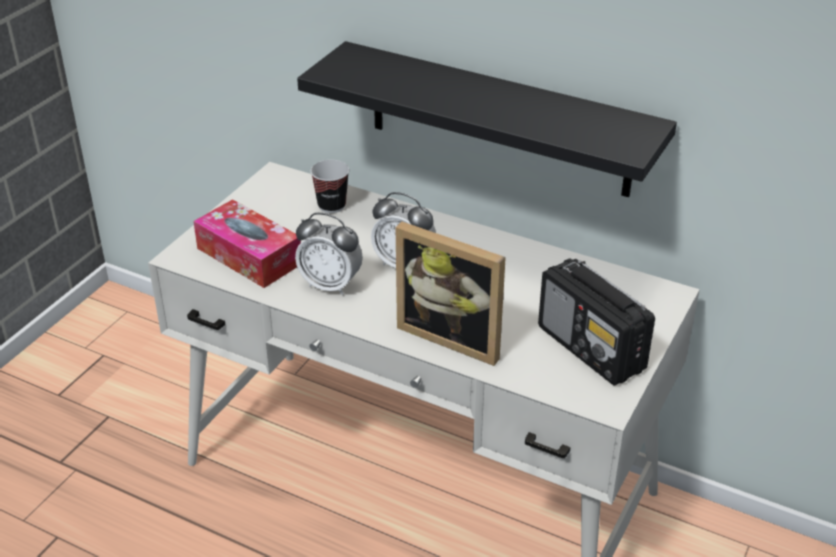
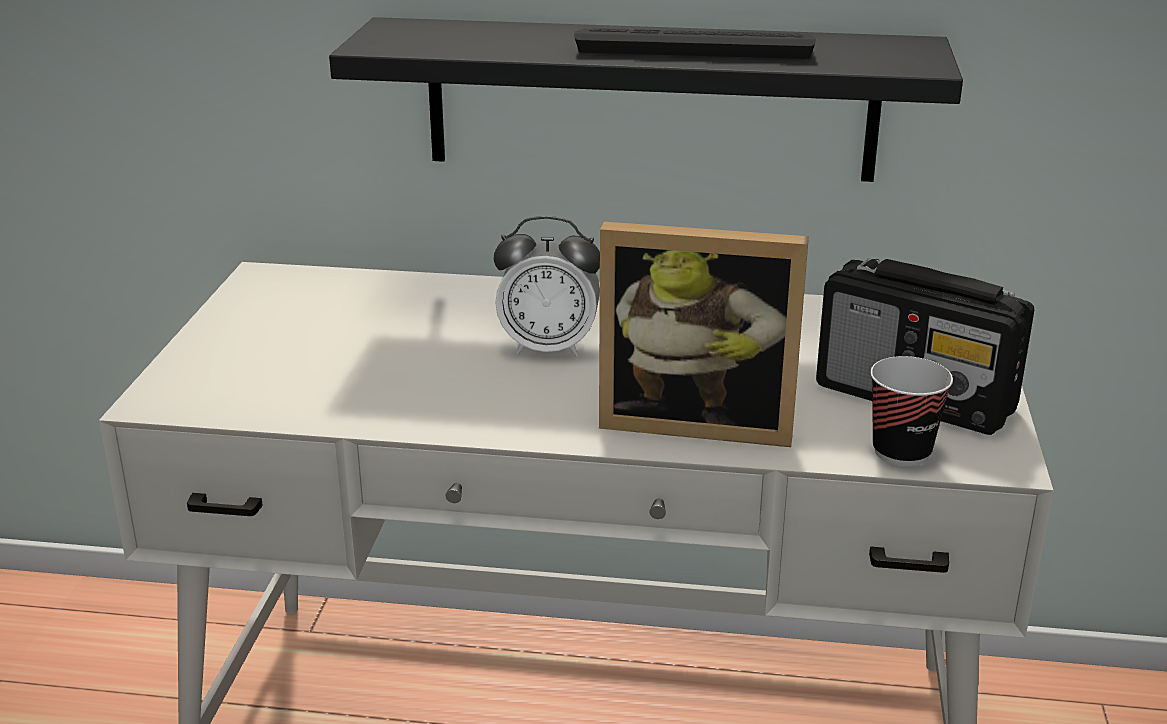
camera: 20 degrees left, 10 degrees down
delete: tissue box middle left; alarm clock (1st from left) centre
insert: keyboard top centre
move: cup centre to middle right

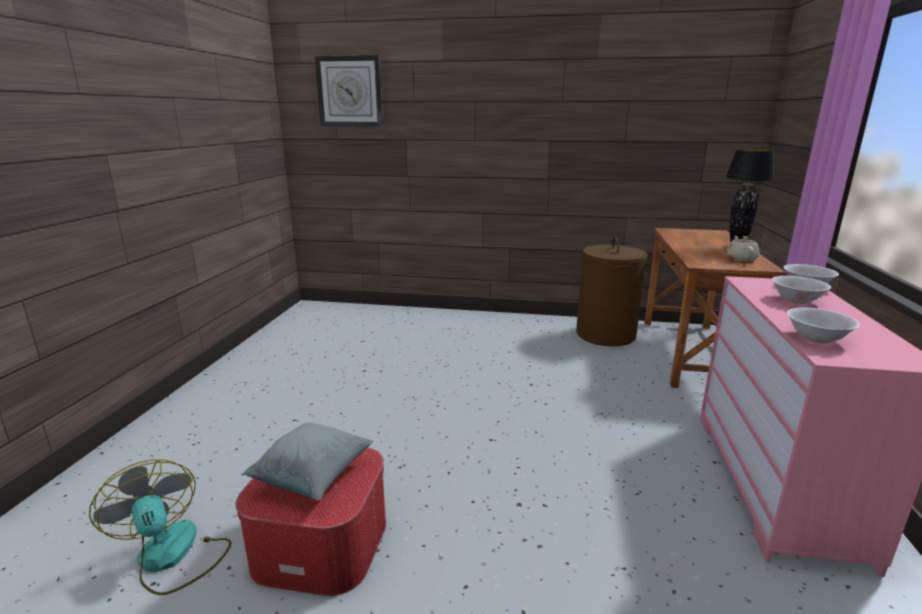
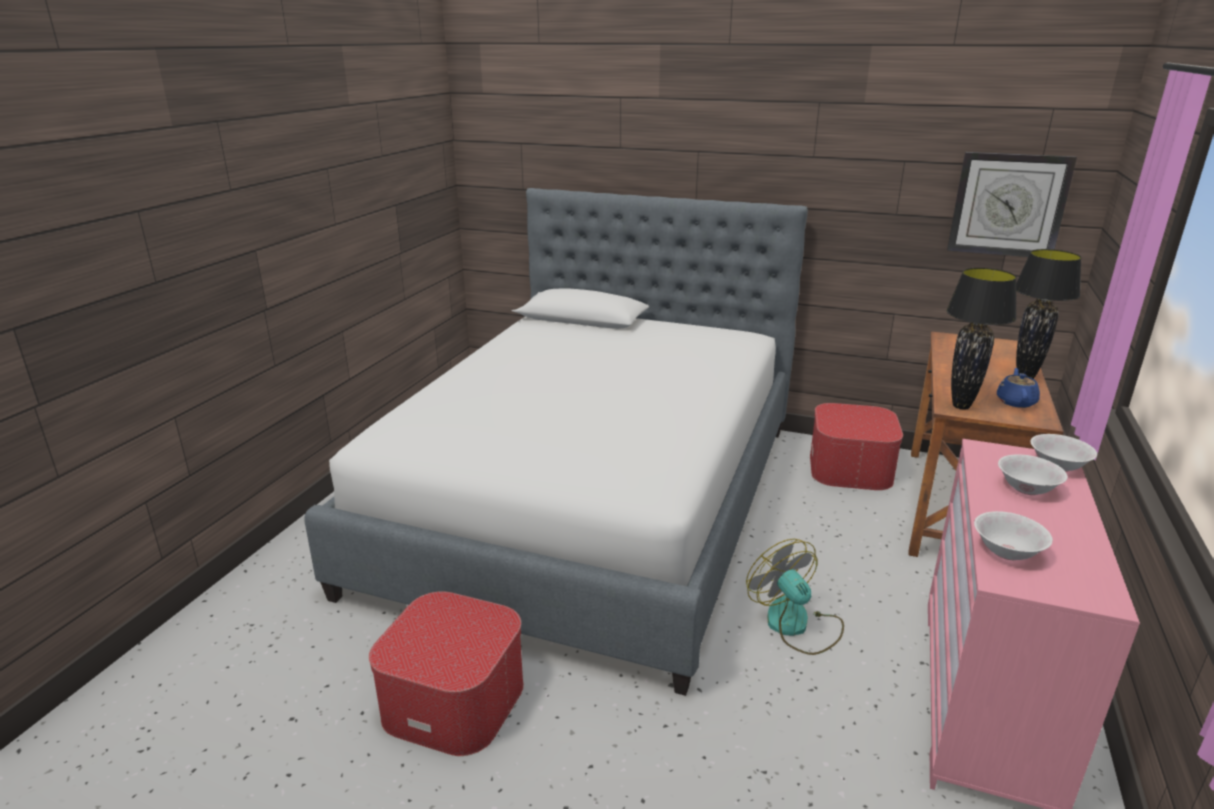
camera: 10 degrees right, 5 degrees up
delete: pillow (grey) bottom centre
insert: bed centre; table lamp (black) (1st from left) middle right
move: wall clock top centre to top right; fan bottom left to bottom centre
replace: laundry basket (brown) centre to ottoman (2nd from left) middle right
recolor: teapot (beige) middle right to teapot (blue) middle right

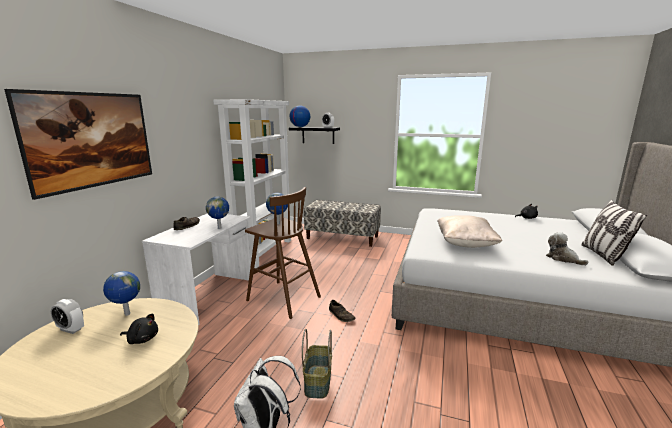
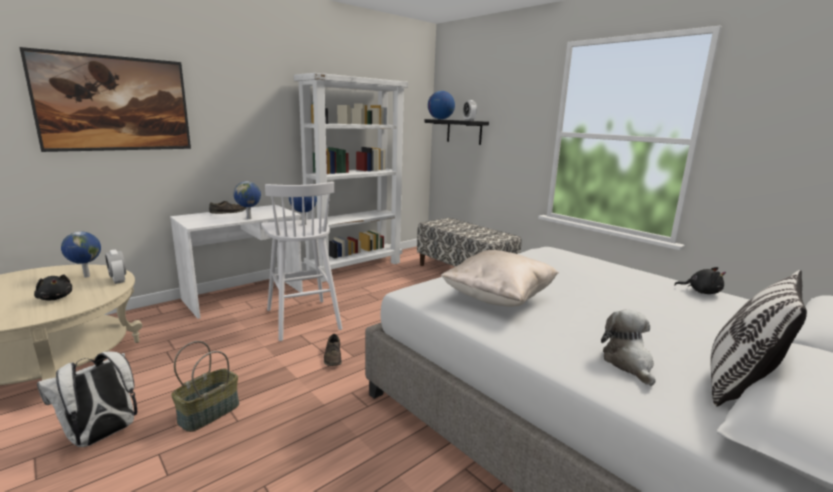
camera: 30 degrees right, 0 degrees up
move: alarm clock (1st from left) bottom left to middle left
recolor: stool (brown) centre to stool (white) centre

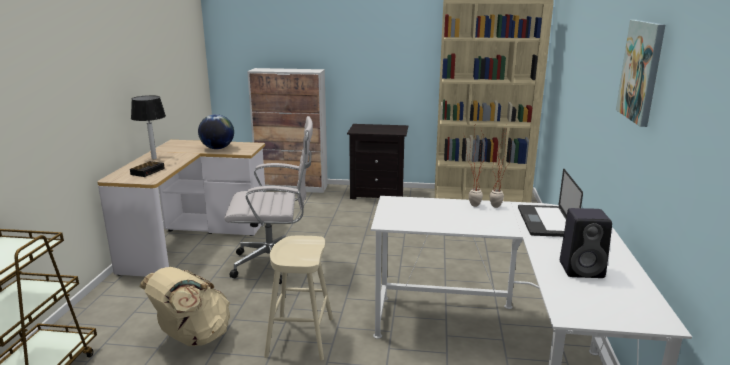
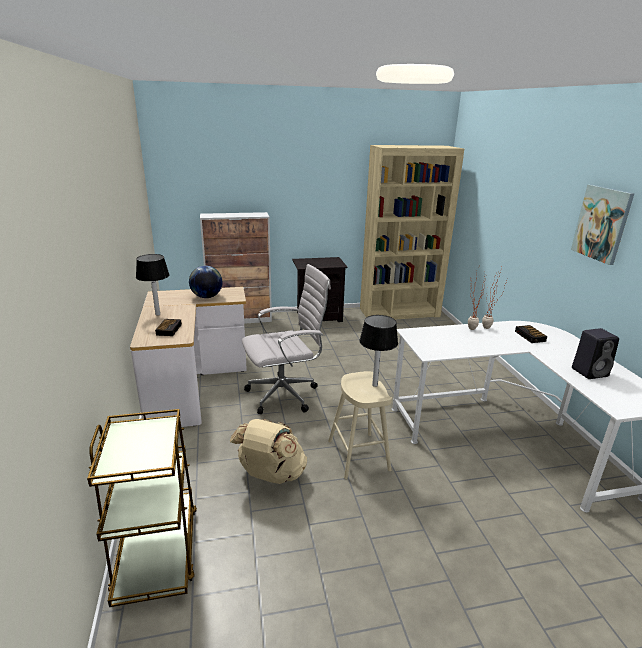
camera: 20 degrees left, 5 degrees up
insert: table lamp (2nd from left) centre
replace: laptop middle right to alarm clock (2nd from left) middle right

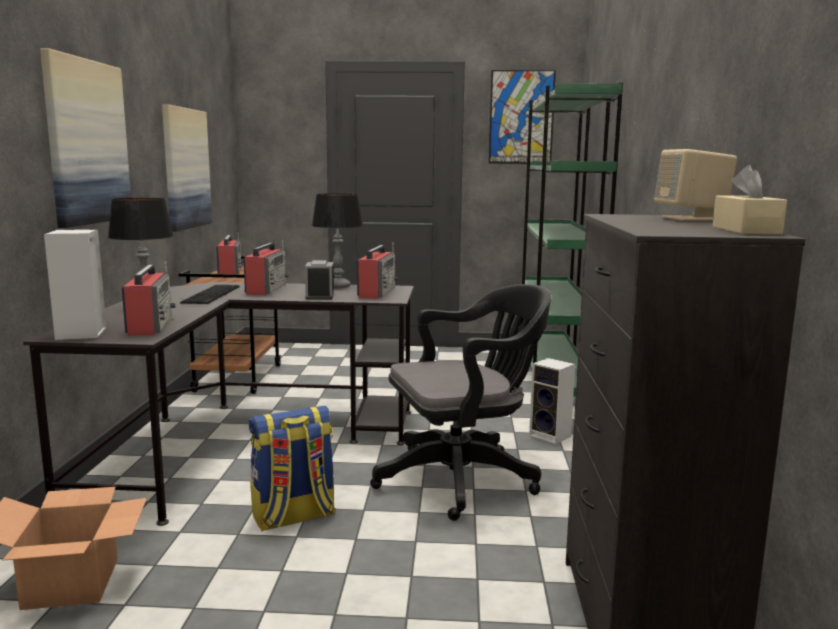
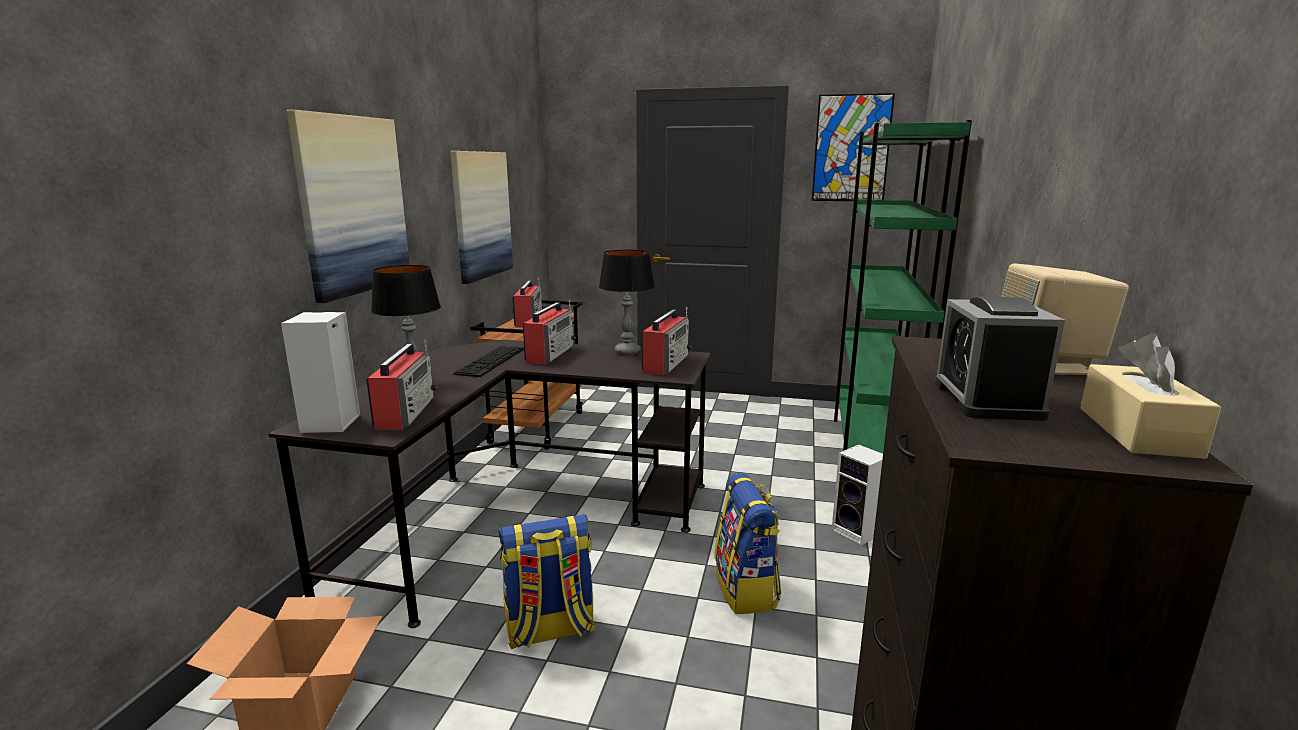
camera: 10 degrees right, 5 degrees up
move: alarm clock centre to middle right
replace: office chair (black) centre to backpack (2nd from left) bottom centre

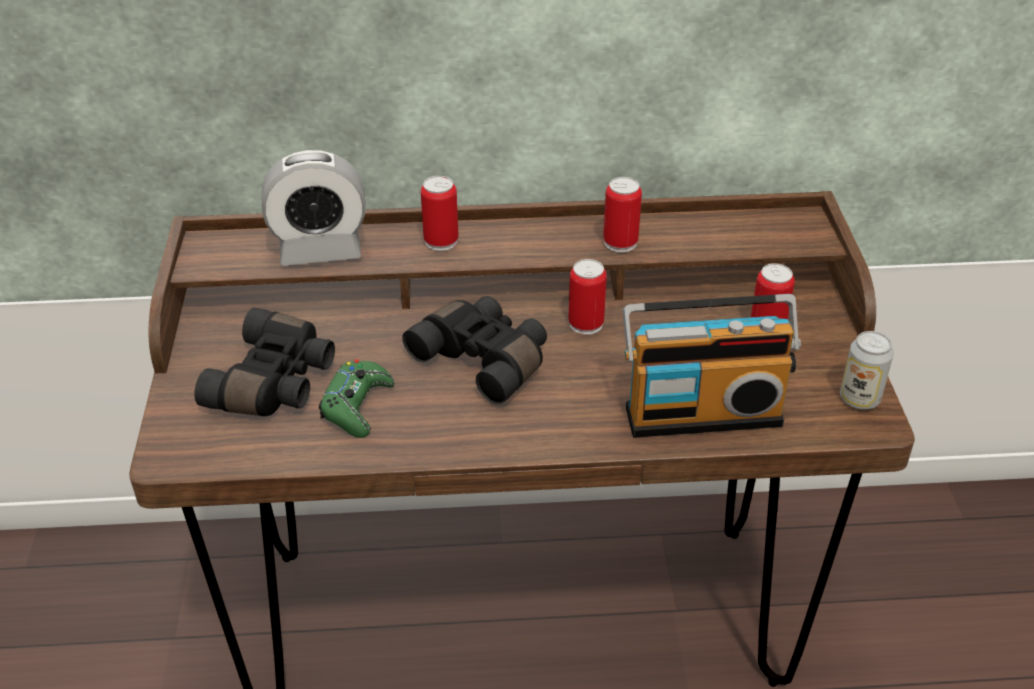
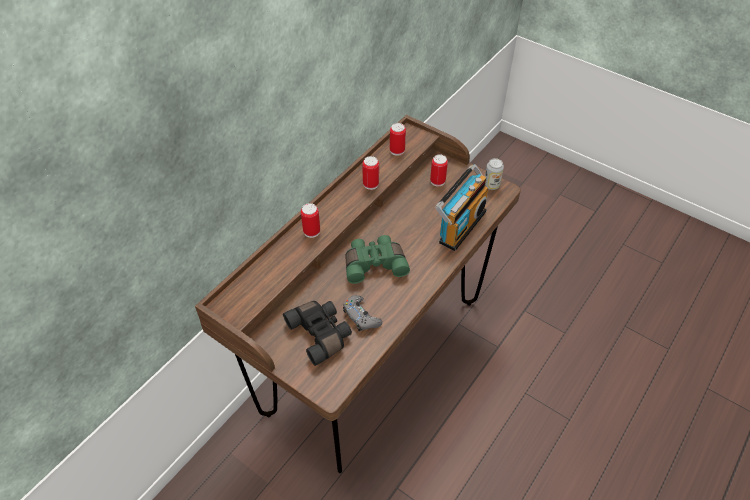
camera: 50 degrees left, 10 degrees up
delete: alarm clock top left
move: can (2nd from left in the first image) centre to can (3rd from left) top centre
recolor: binoculars (black) (2nd from left) centre to binoculars (green) centre; game controller (green) centre to game controller (grey) centre

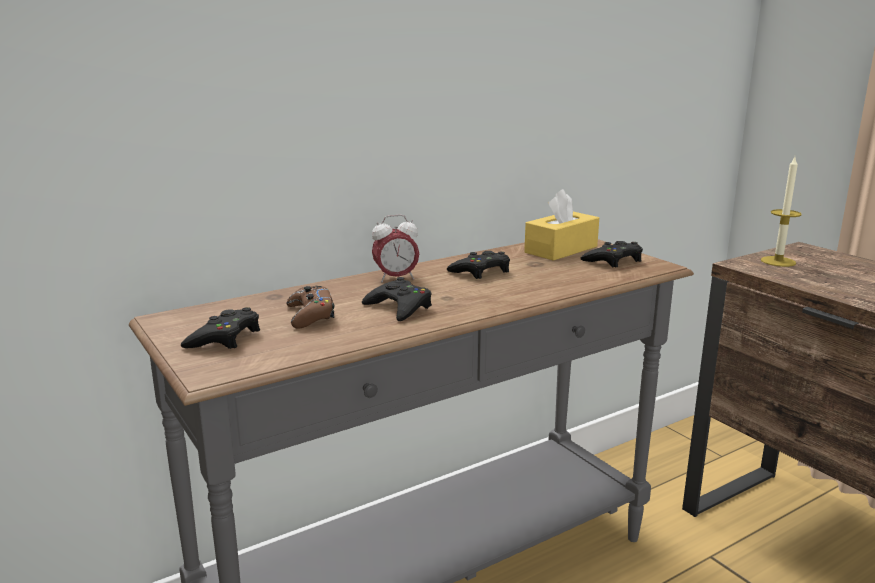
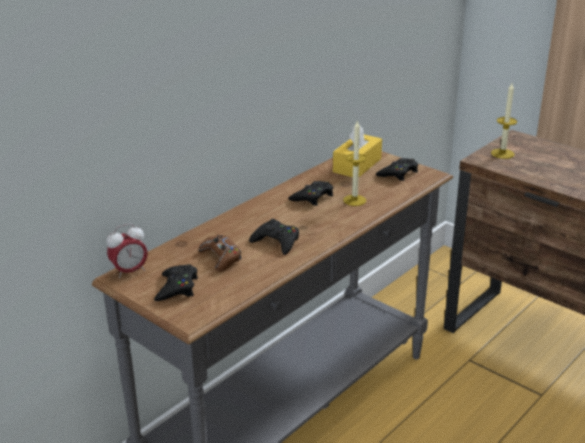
camera: 15 degrees left, 10 degrees up
insert: candle (1st from left) centre
move: alarm clock centre to middle left

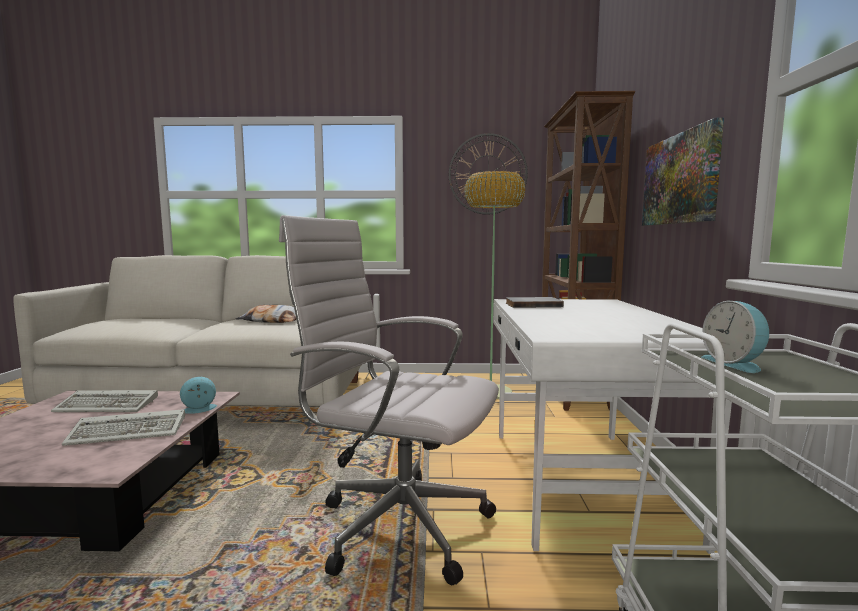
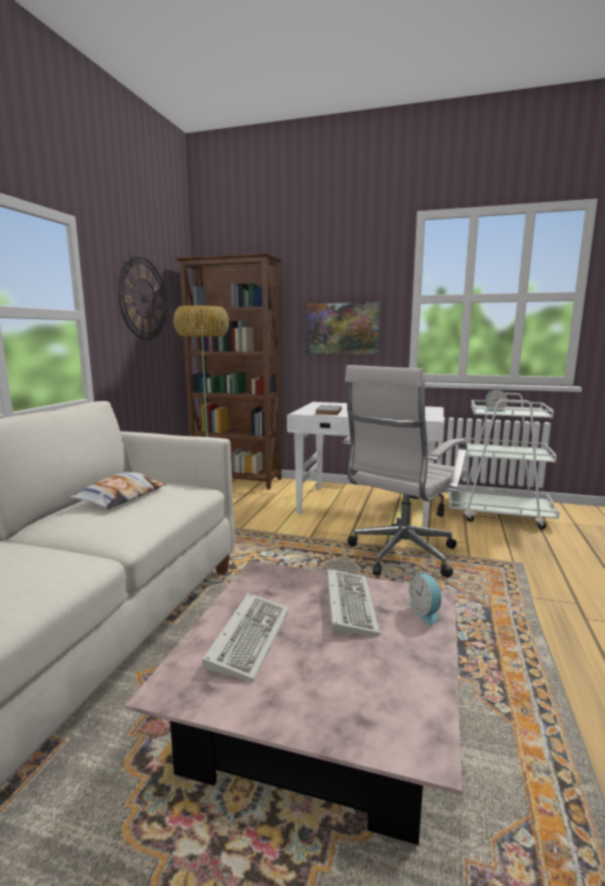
camera: 75 degrees left, 5 degrees up
move: alarm clock (1st from left) middle left to bottom right

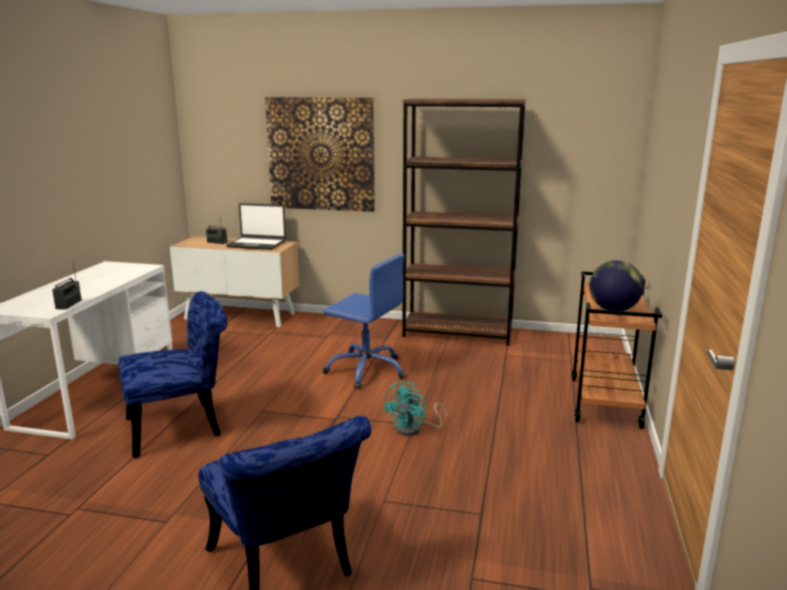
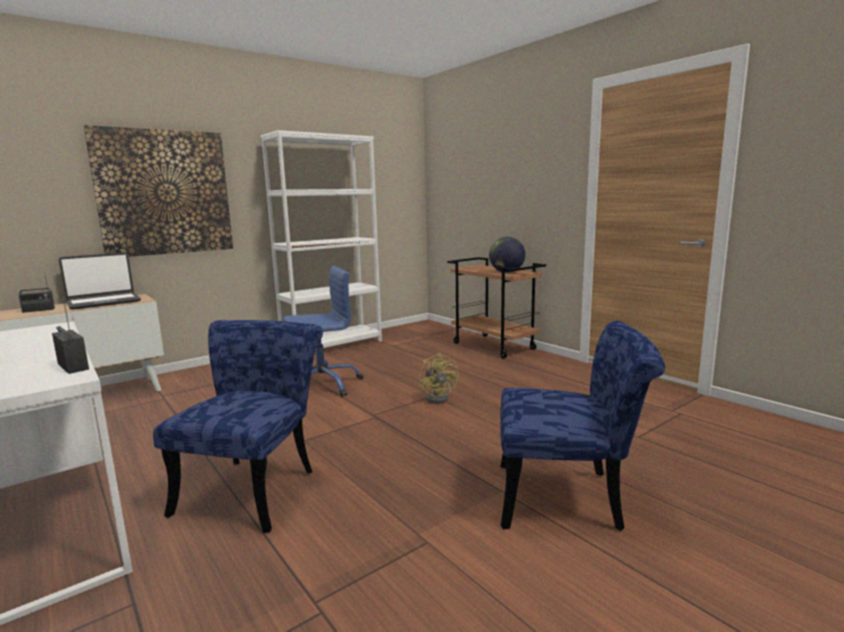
camera: 50 degrees left, 5 degrees down
recolor: bookcase (brown) centre to bookcase (white) centre; fan (turquoise) bottom centre to fan (yellow) centre

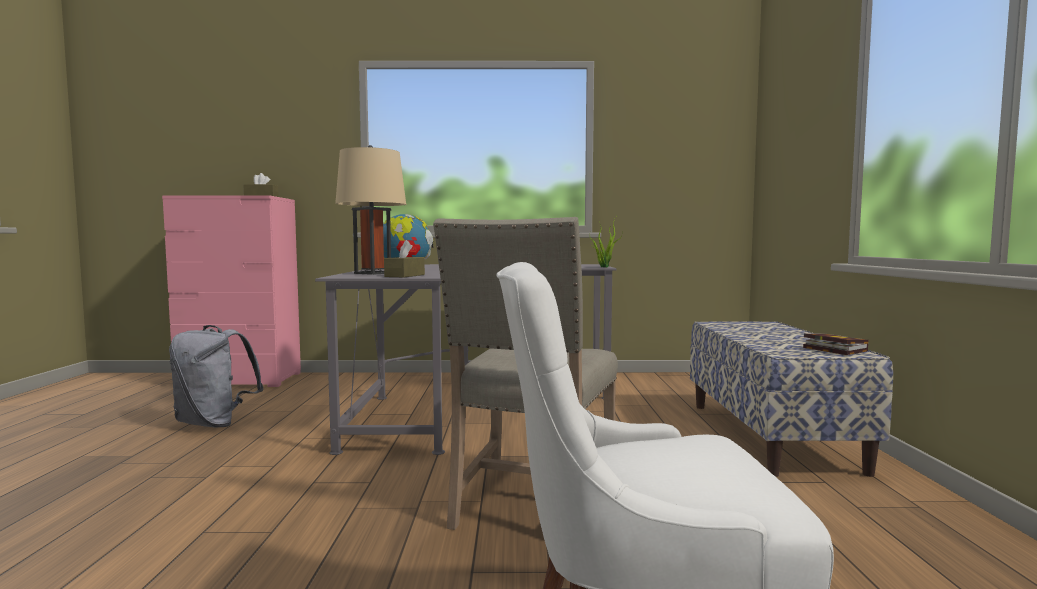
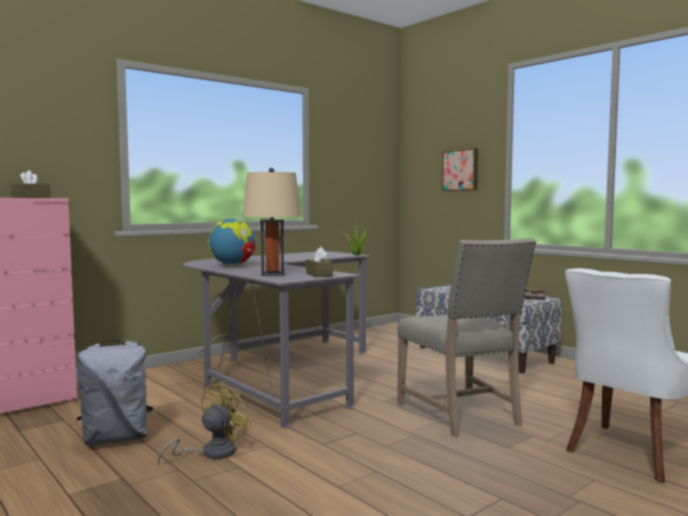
camera: 40 degrees left, 0 degrees up
insert: picture top right; fan (yellow) bottom left

